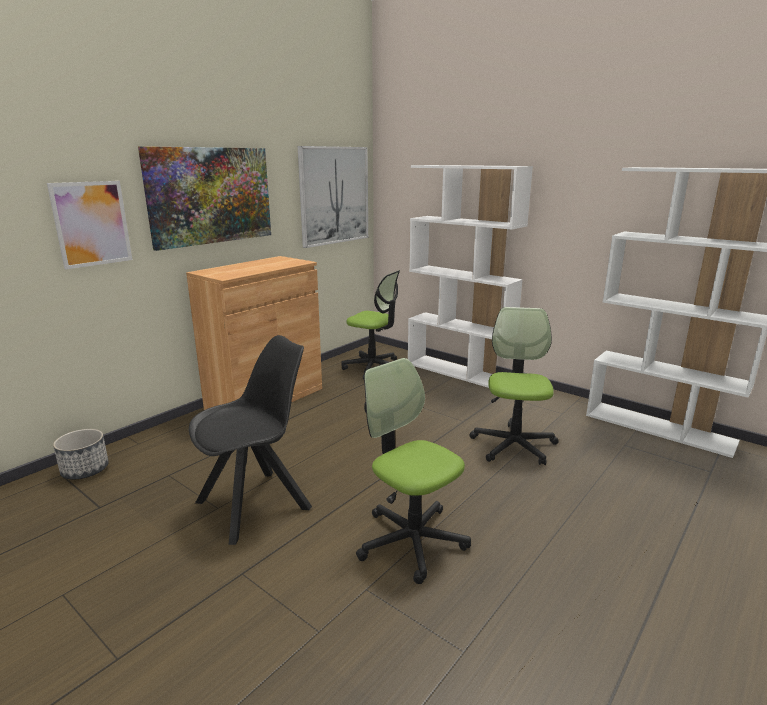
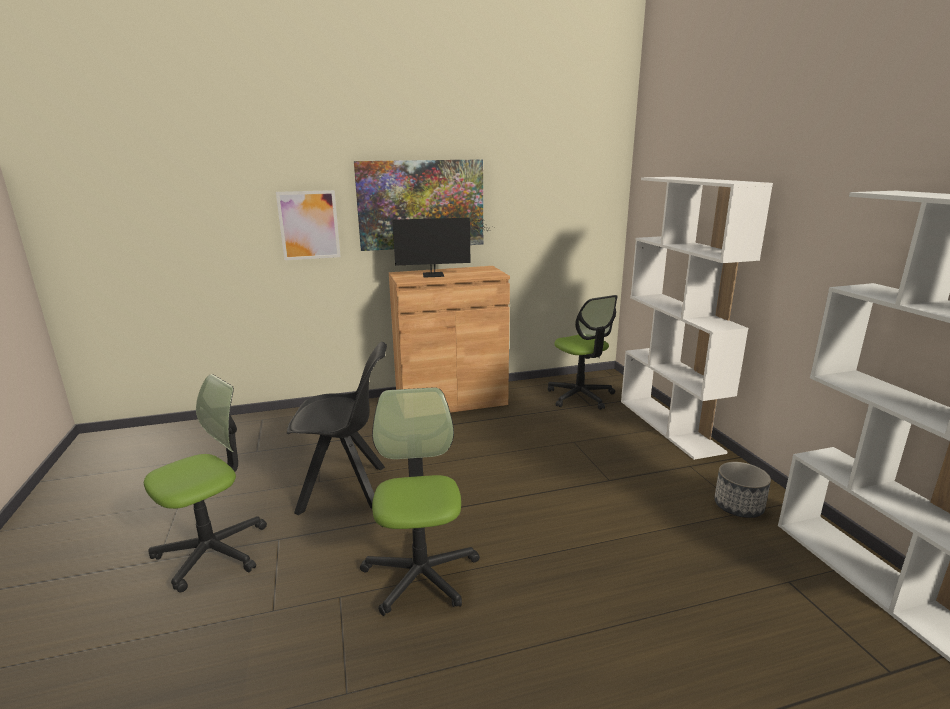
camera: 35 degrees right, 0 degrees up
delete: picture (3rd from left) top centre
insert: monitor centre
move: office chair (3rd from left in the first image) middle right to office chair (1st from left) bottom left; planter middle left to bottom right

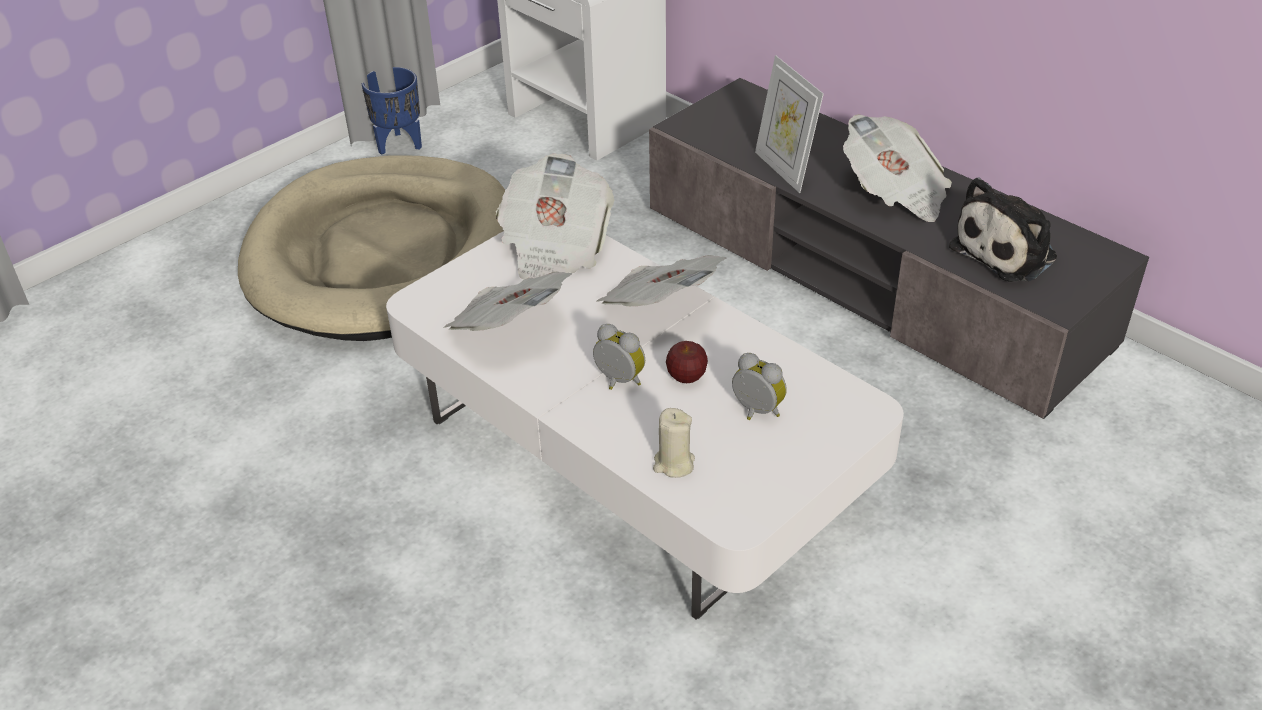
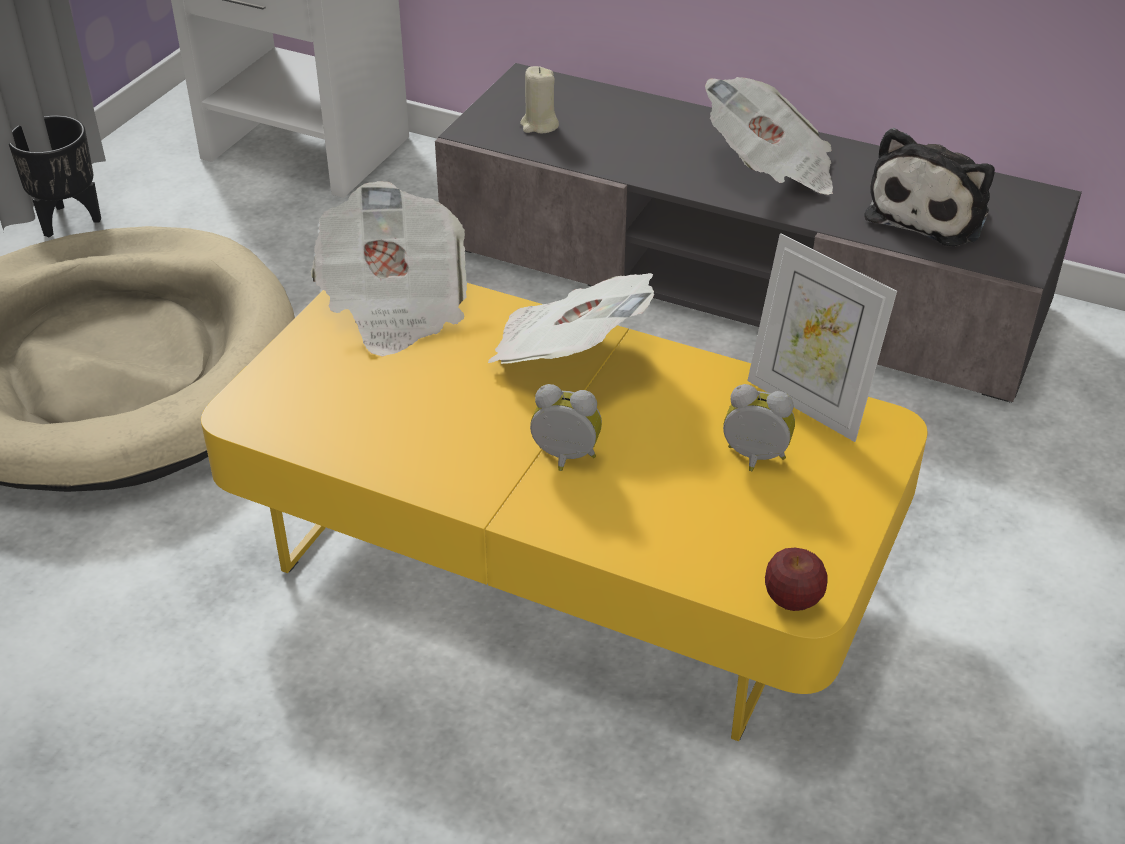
camera: 20 degrees left, 0 degrees up
delete: newspaper (1st from left) centre
move: picture frame top centre to middle right; apple centre to bottom right; candle (beige) centre to top centre
recolor: planter (blue) top left to planter (black) top left; coffee table (white) centre to coffee table (yellow) centre

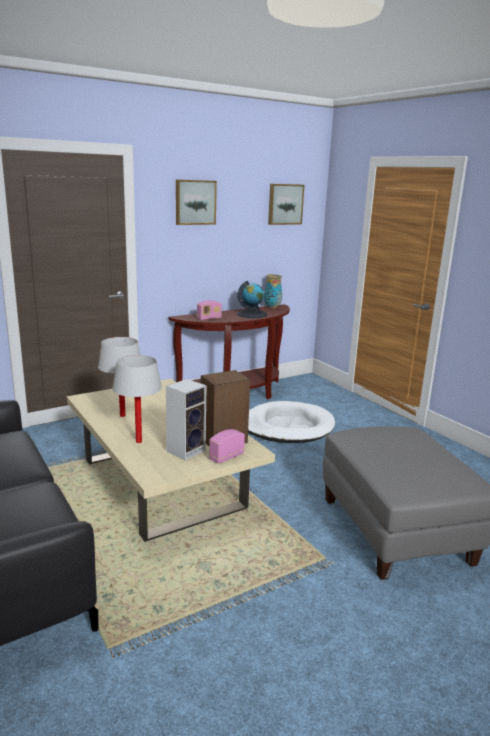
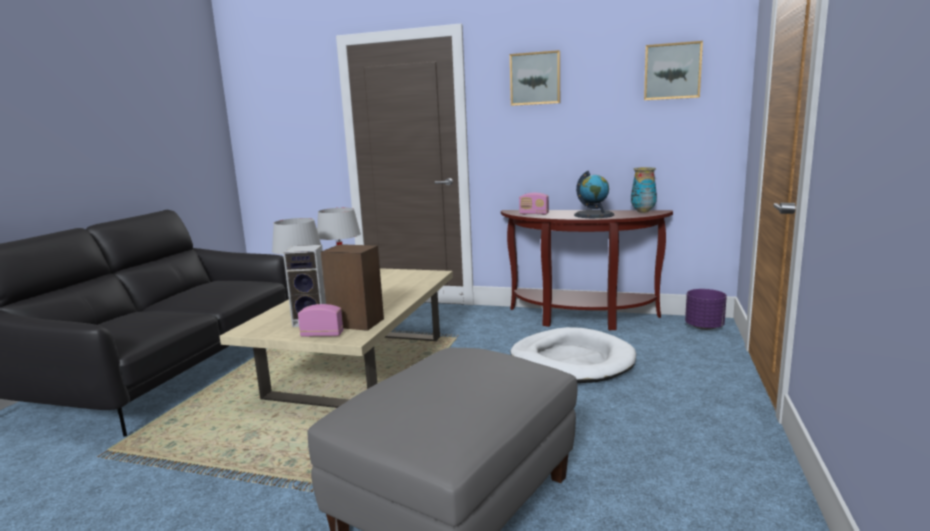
camera: 50 degrees right, 5 degrees down
insert: planter (purple) middle right

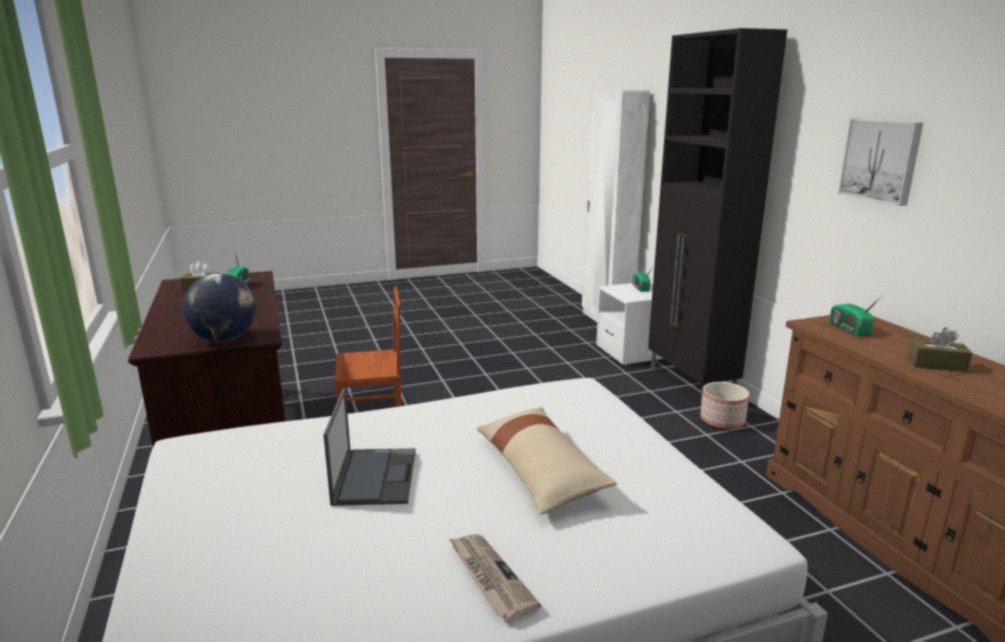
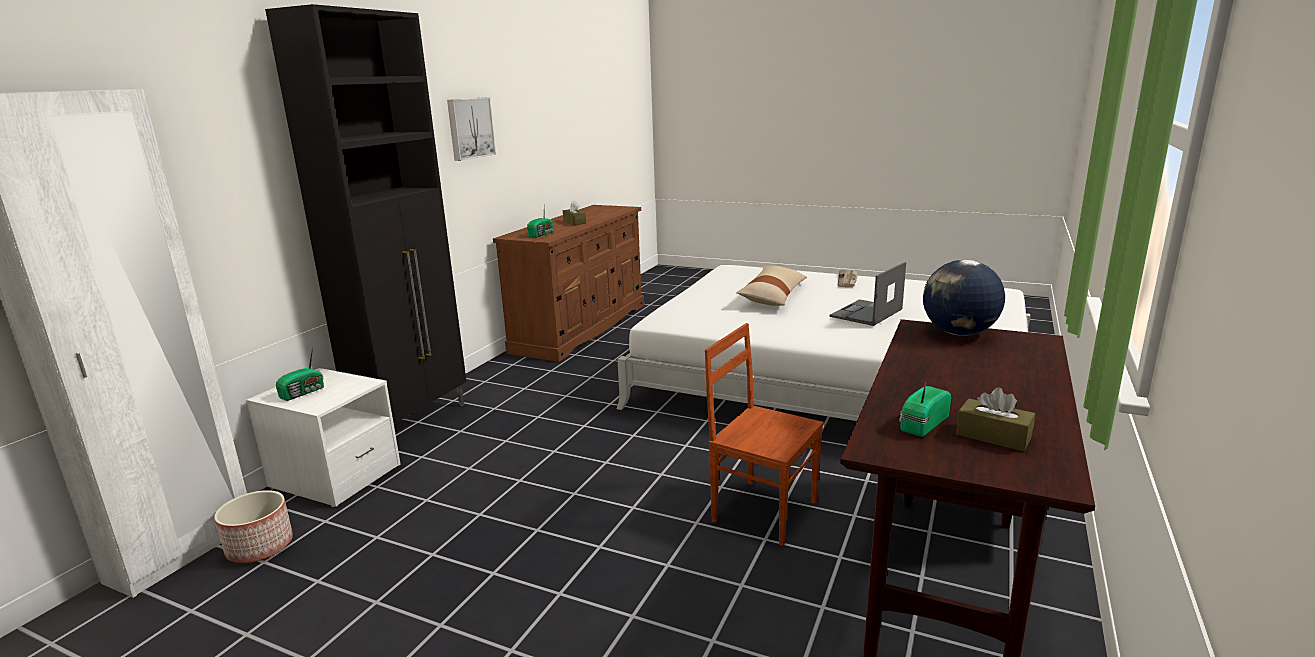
camera: 135 degrees left, 0 degrees up
move: planter middle right to bottom left

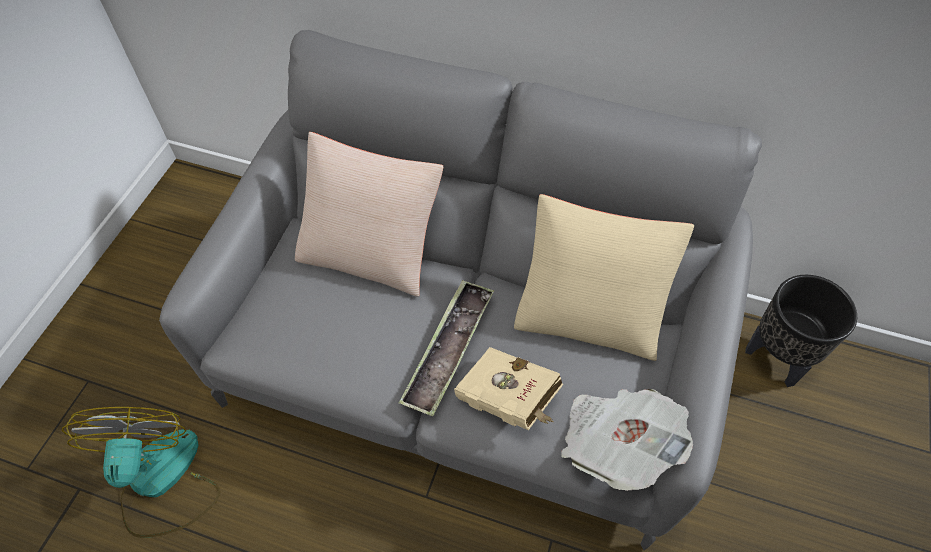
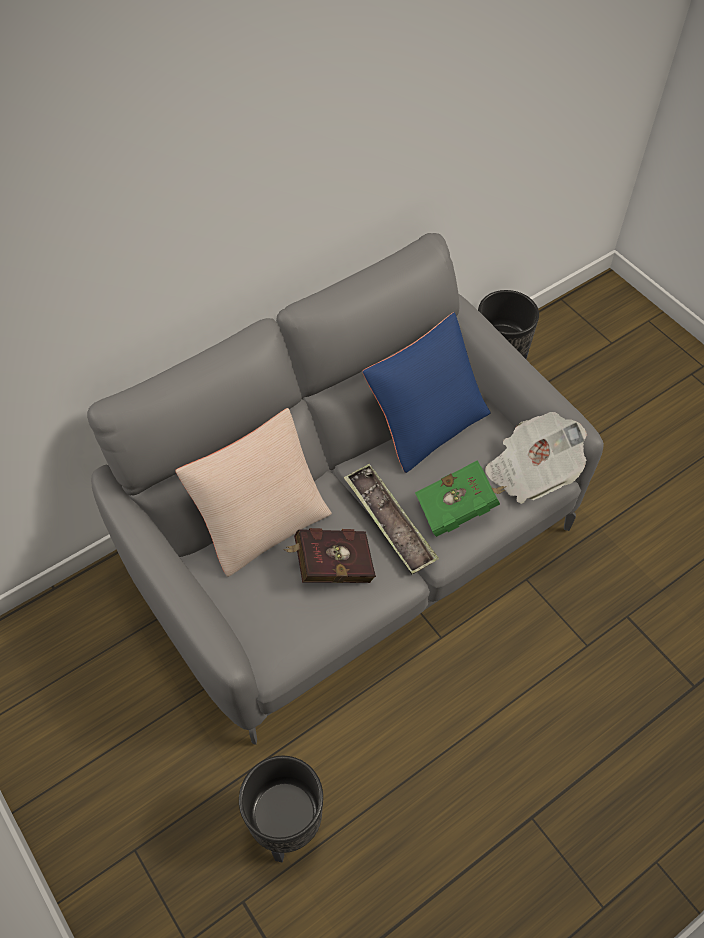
camera: 55 degrees left, 0 degrees up
insert: book (red) centre
replace: fan bottom left to planter (black) (1st from left) bottom centre
recolor: pillow (beige) (2nd from left) centre to pillow (blue) centre; book (beige) bottom centre to book (green) centre

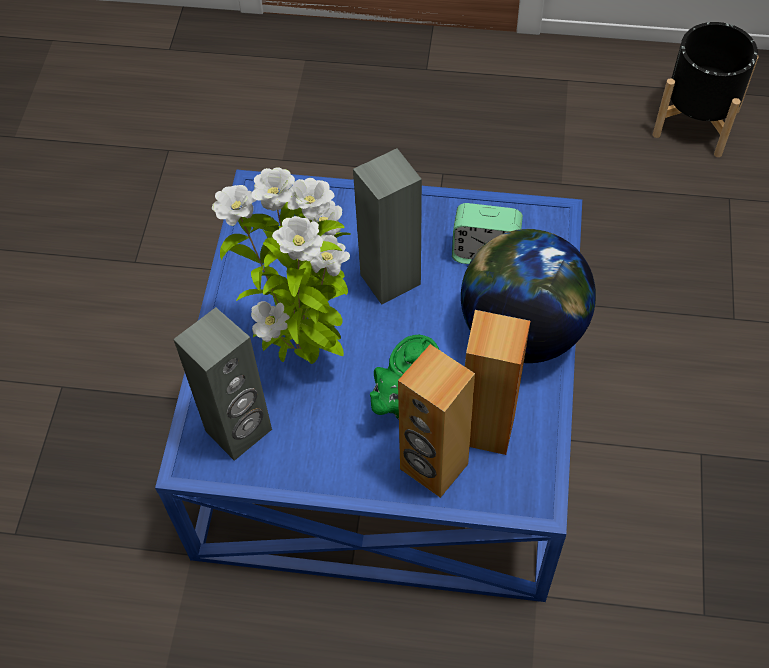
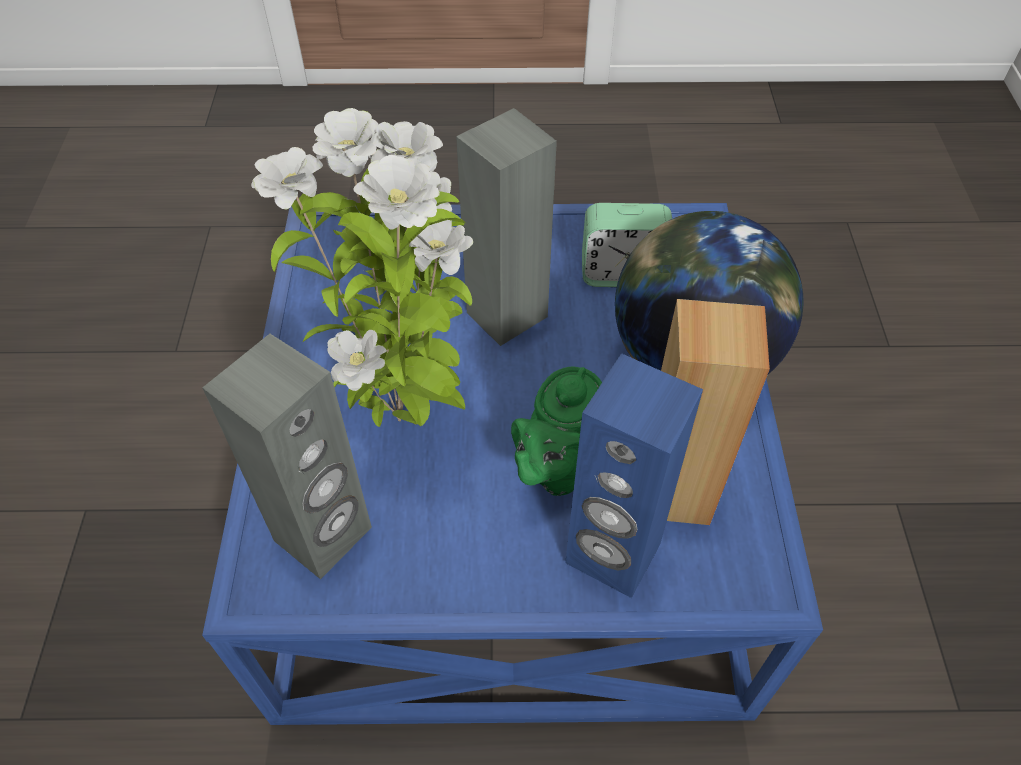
camera: 10 degrees left, 5 degrees down
delete: planter (black) top right
recolor: speaker (brown) (1st from left) centre to speaker (blue) centre

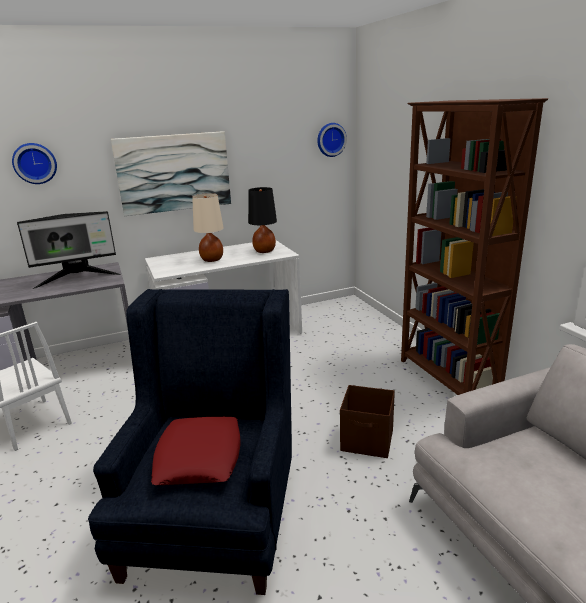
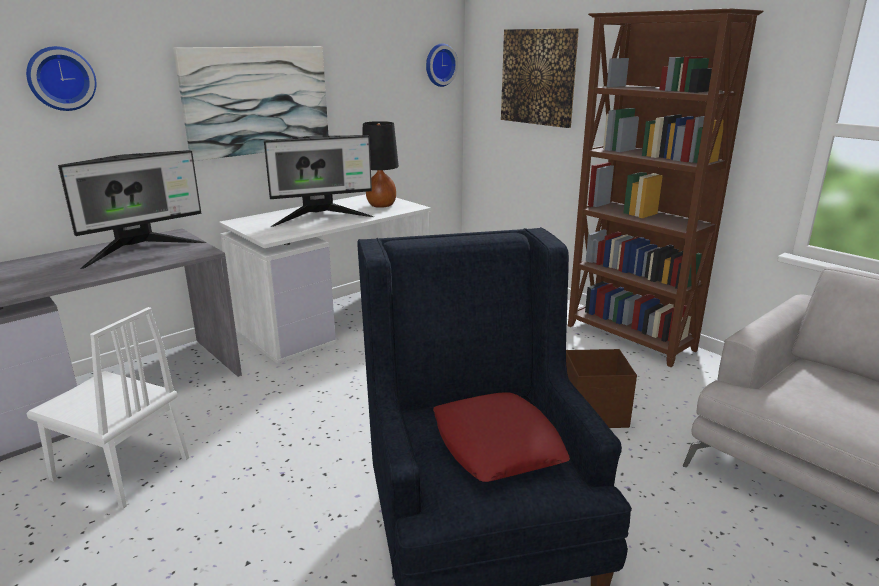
camera: 20 degrees left, 0 degrees up
insert: picture (2nd from left) top centre
replace: table lamp (beige) centre to monitor (2nd from left) top centre

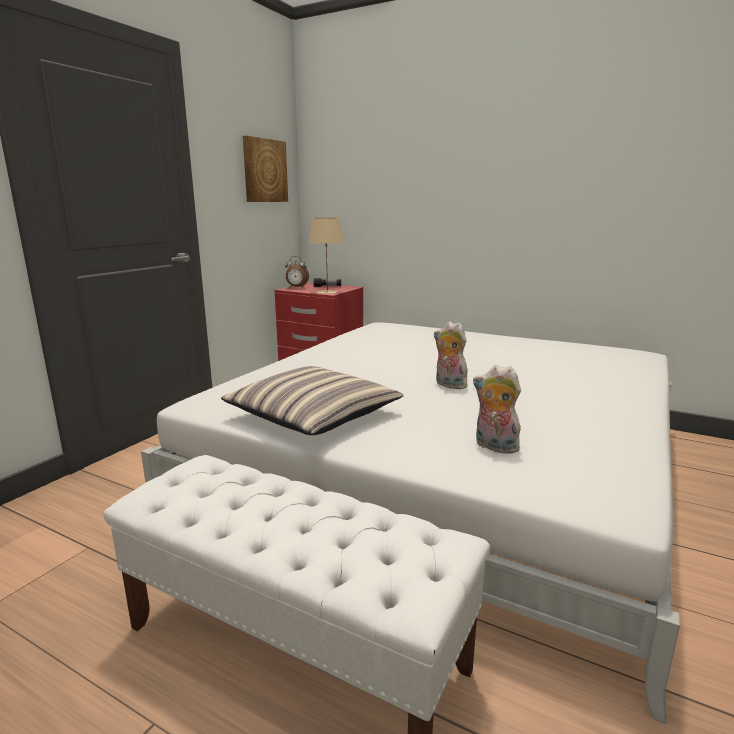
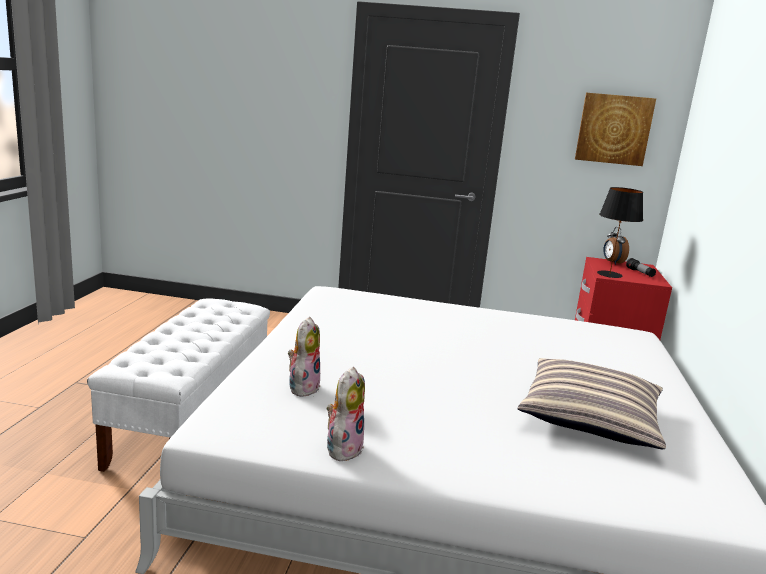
camera: 70 degrees right, 0 degrees up
move: plush toy (1st from left in the first image) centre to plush toy (2nd from left) bottom centre; pillow centre to bottom right
recolor: table lamp (beige) centre to table lamp (black) middle right

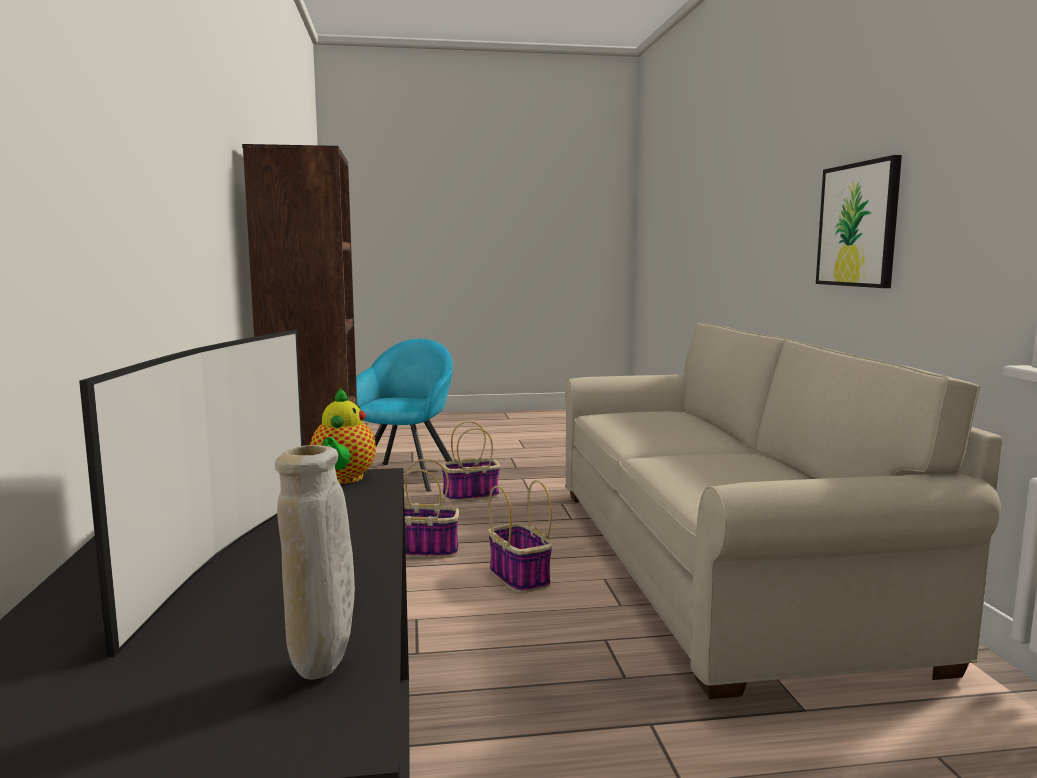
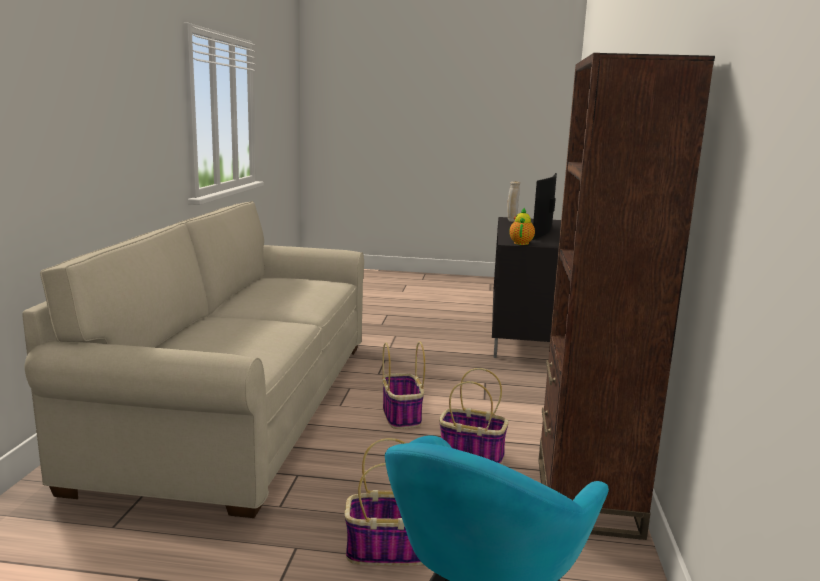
camera: 165 degrees left, 5 degrees up
delete: picture top right

